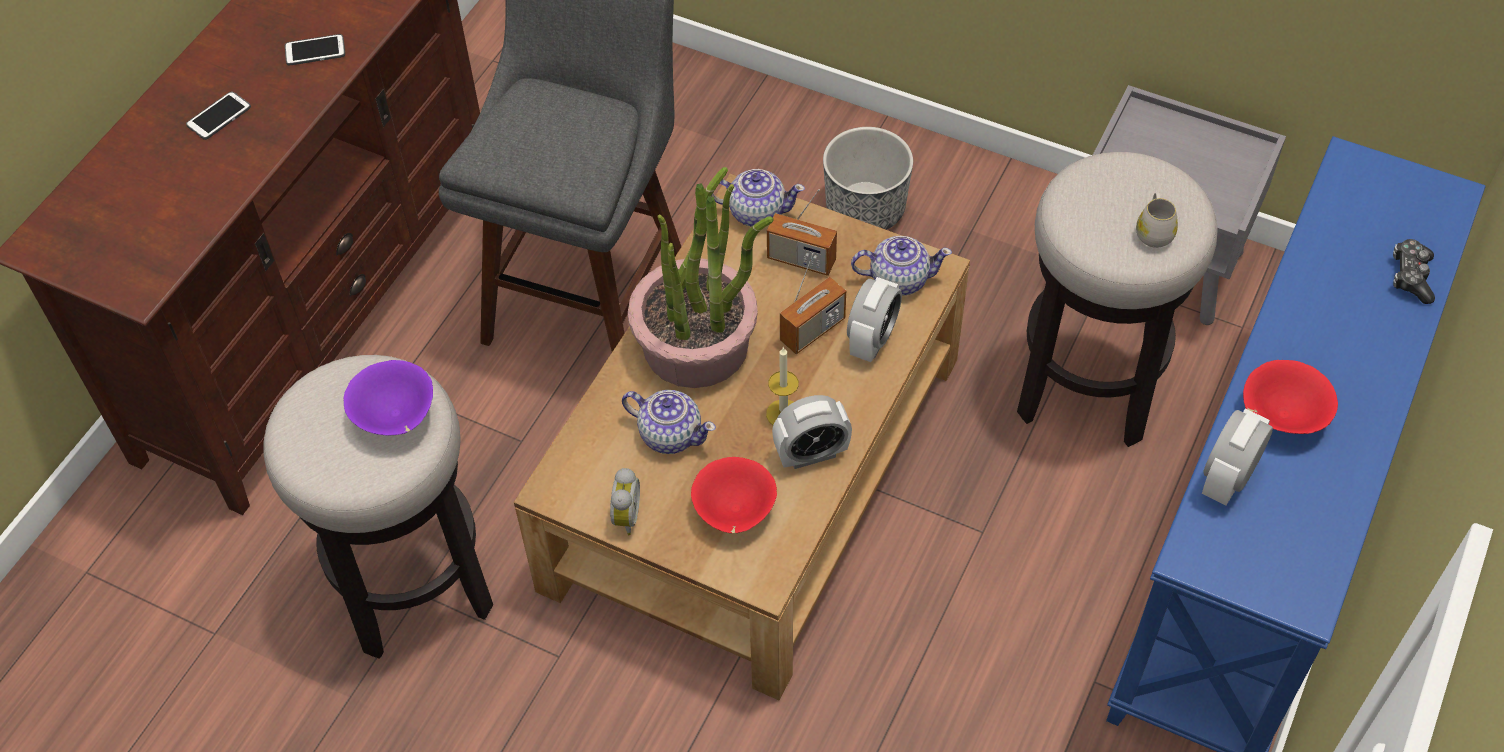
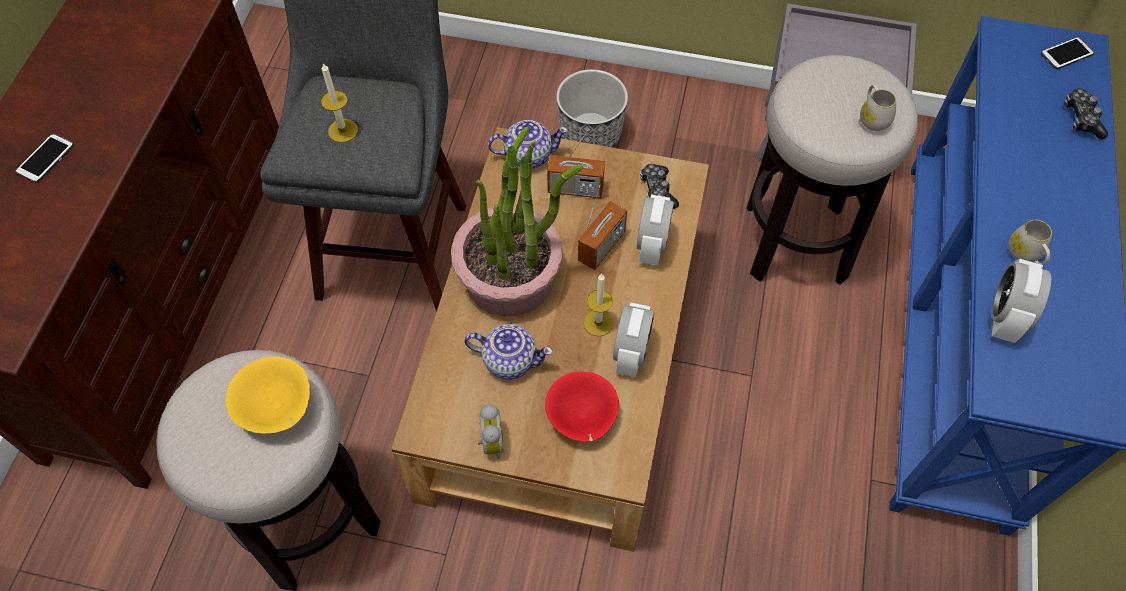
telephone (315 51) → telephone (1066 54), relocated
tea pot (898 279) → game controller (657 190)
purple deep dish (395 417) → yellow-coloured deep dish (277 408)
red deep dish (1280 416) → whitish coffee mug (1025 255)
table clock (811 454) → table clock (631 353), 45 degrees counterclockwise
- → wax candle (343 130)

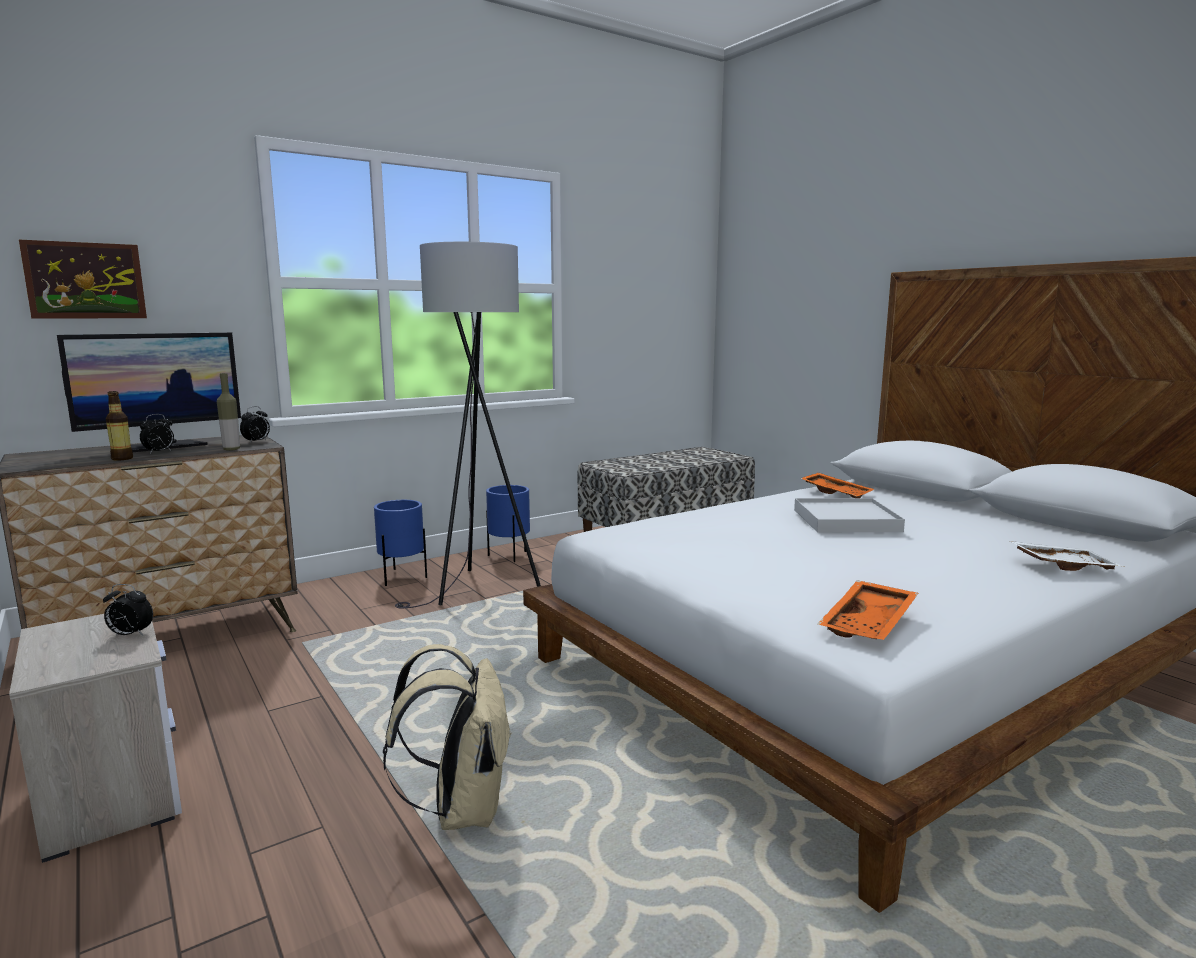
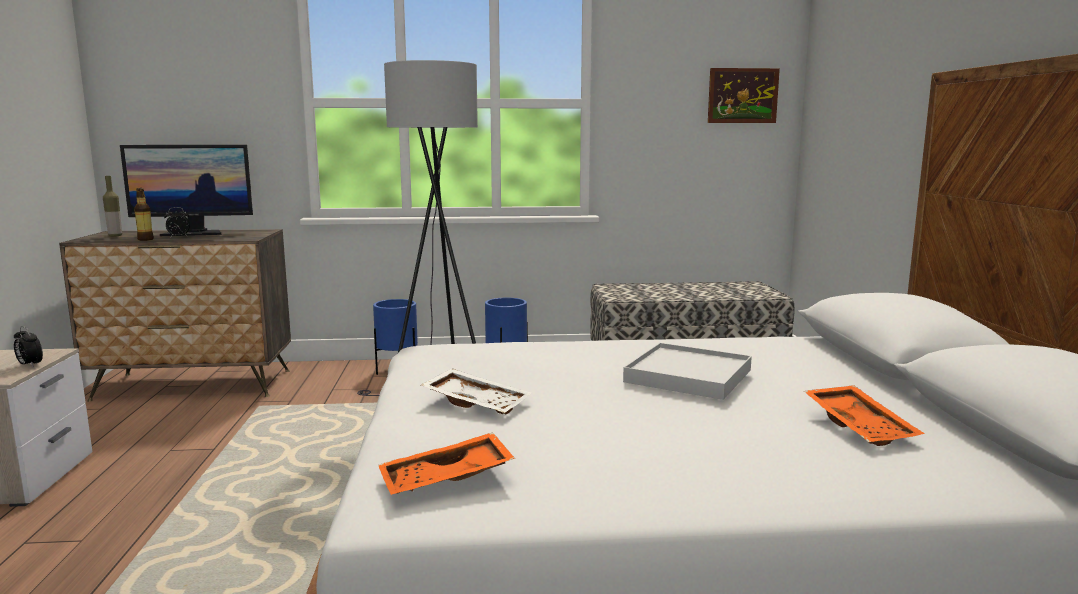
wall art (85 280) → wall art (742 95), relocated
bottle (231 449) → bottle (115 235), relocated
table clock (256 442) → -
orange-coloured tray (836 493) → orange-coloured tray (861 426), relocated
whitish tray (1062 565) → whitish tray (477 402), relocated
beige rucksack (462 809) → -

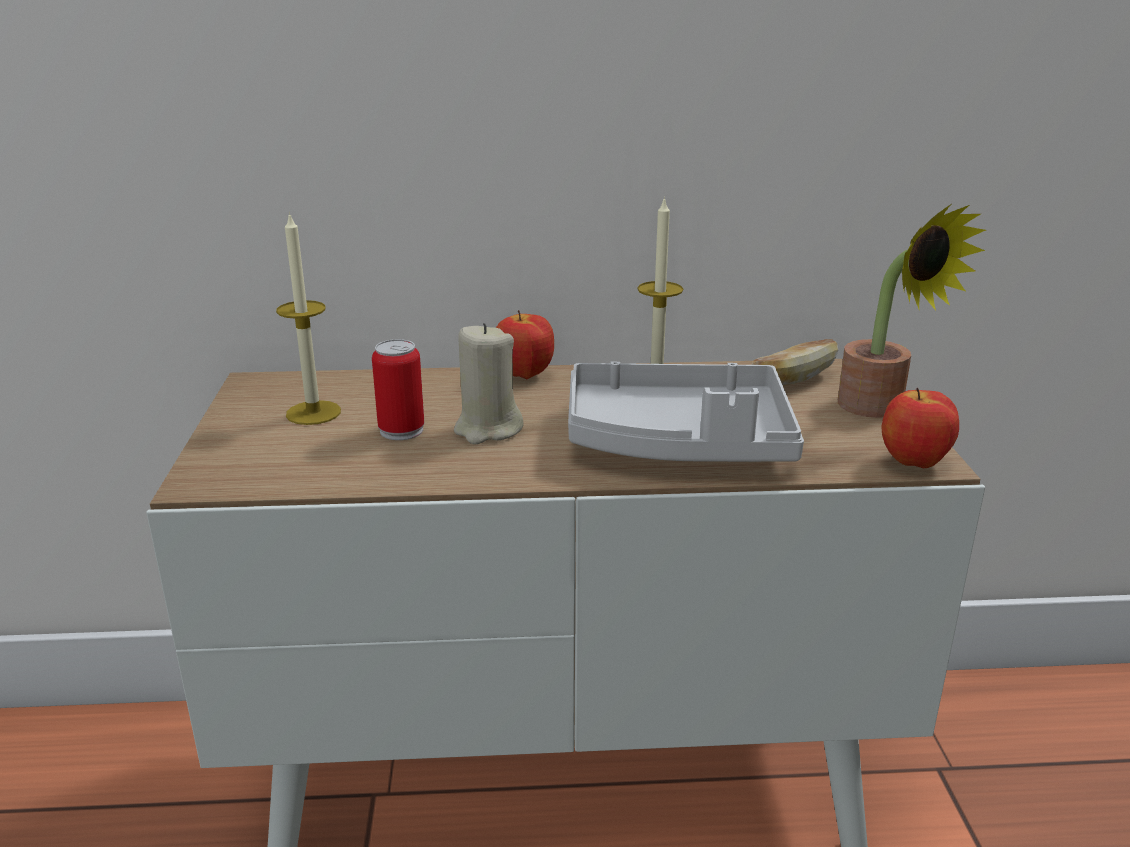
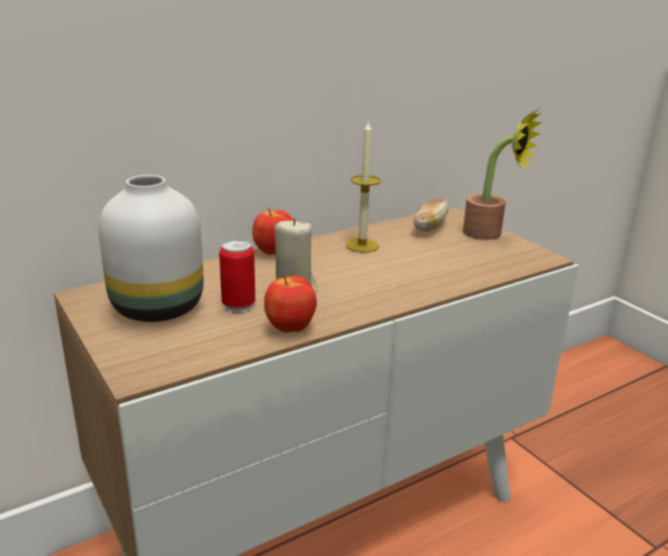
wax candle (313 413) → whitish decorative vase (160 307)
gray tray (679 442) → -
whole apple (913 463) → whole apple (290 329), relocated

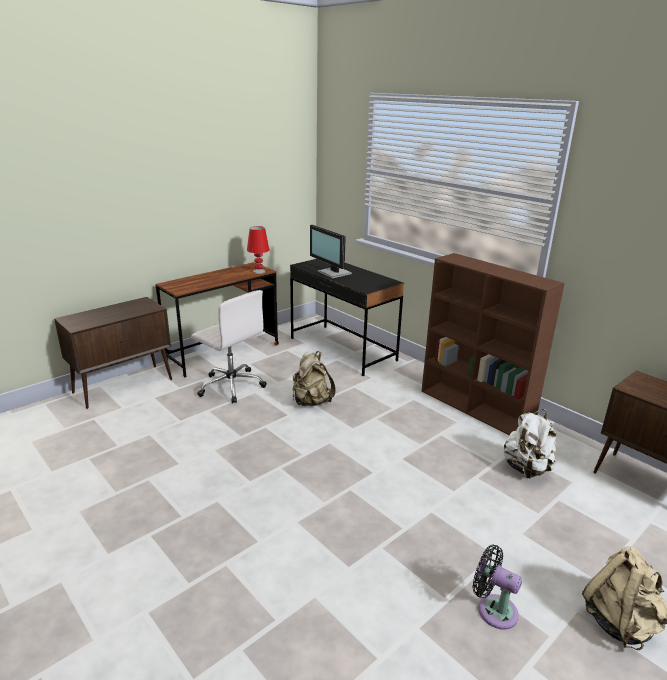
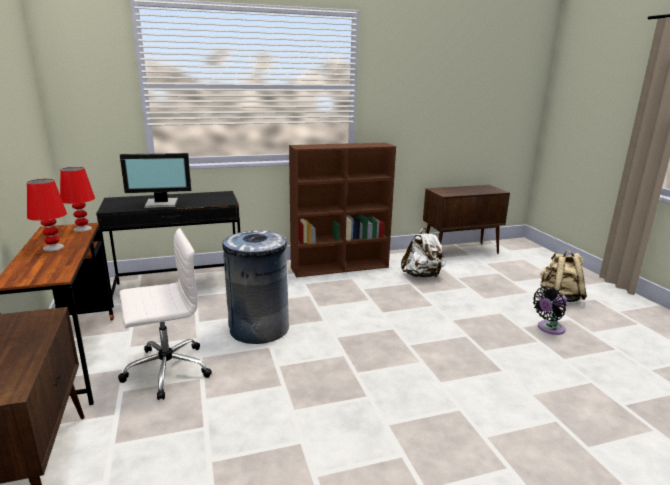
beige rucksack (311 402) → gray trash can (258 329)
- → red lamp for a table (53 248)

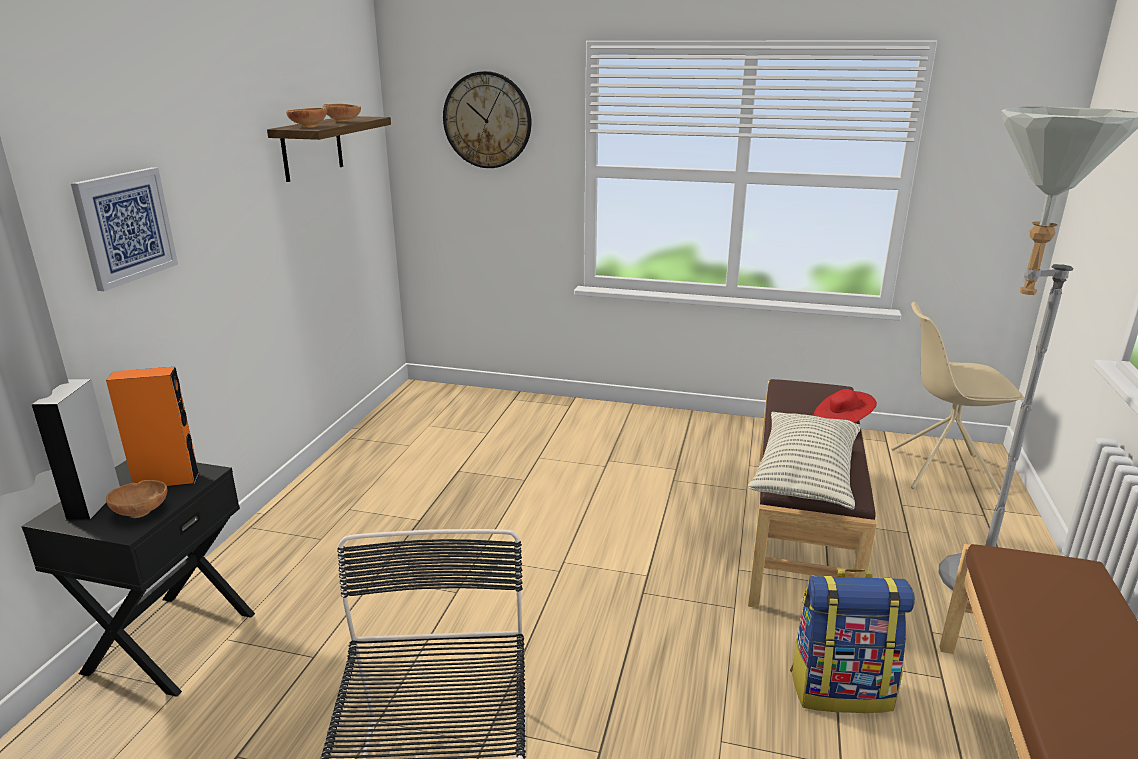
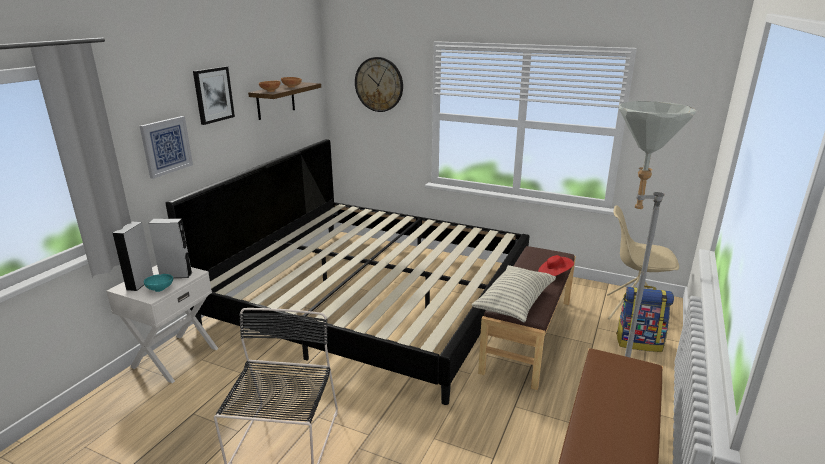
orange-coloured audio speaker (167 481) → gray audio speaker (176 275)
black-coloured nightstand (169 641) → whitish nightstand (174 357)
brown deep dish (142 511) → turquoise-coloured deep dish (161 289)
rucksack (841 689) → rucksack (639 342), relocated
- → wall art (213 95)
- → bed (372 297)

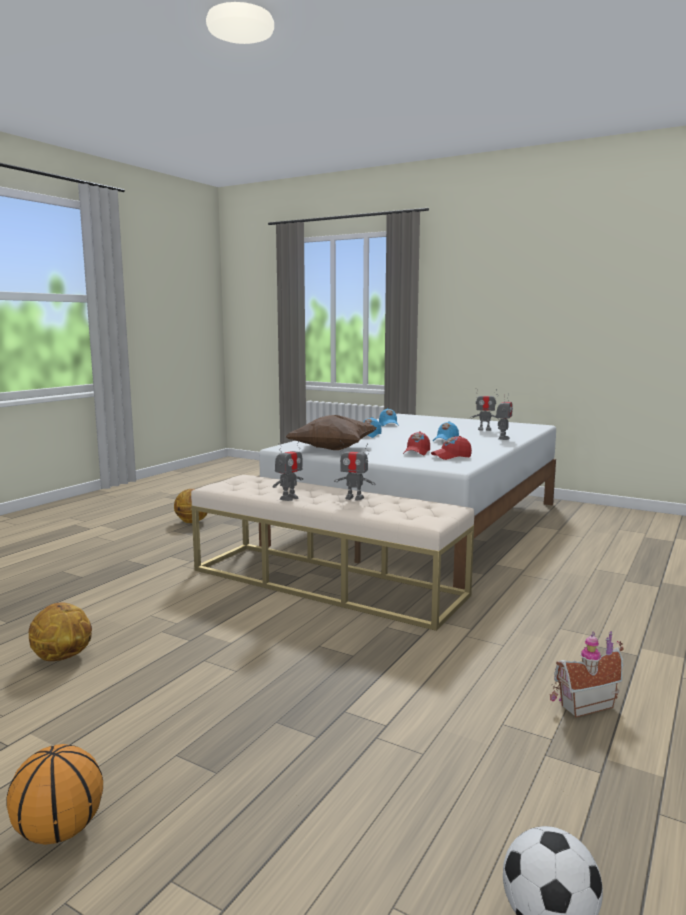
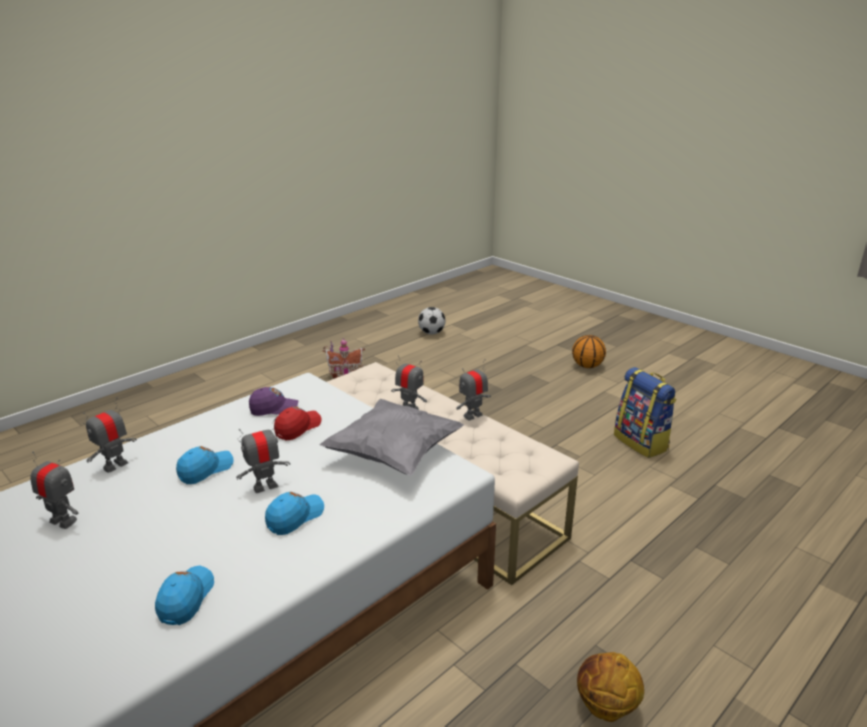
brown pillow (332 449) → gray pillow (394 455)
red baseball cap (451 457) → purple baseball cap (274 409)
ball for basketball (62 657) → rucksack (641 442)
- → toy robot (265 486)

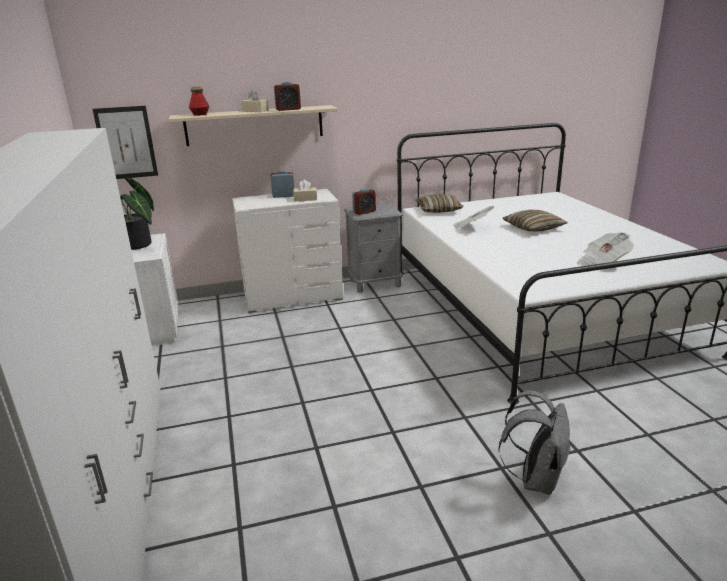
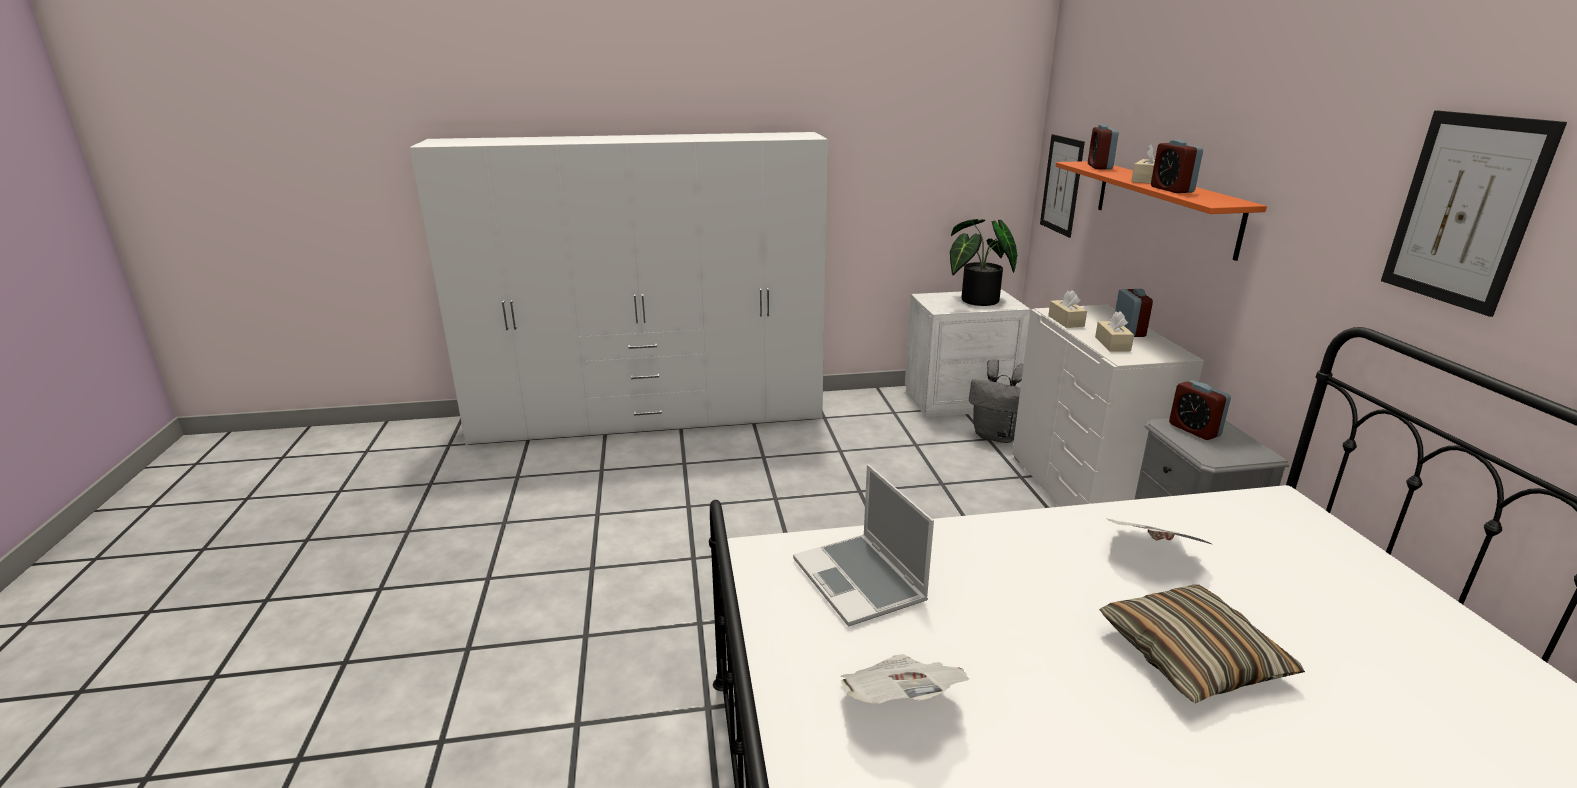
bottle (200 114) → table clock (1099 167)
beige shelf (254 125) → orange-coloured shelf (1164 206)
pillow (438 210) → -
gray rucksack (535 479) → gray rucksack (998 436), relocated
- → wall art (1464 210)
- → beige tissue box (1066 321)
- → laptop (861 581)

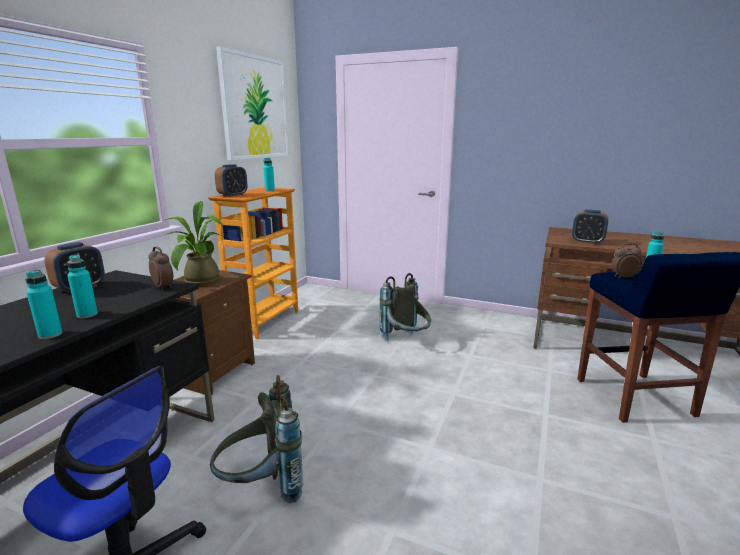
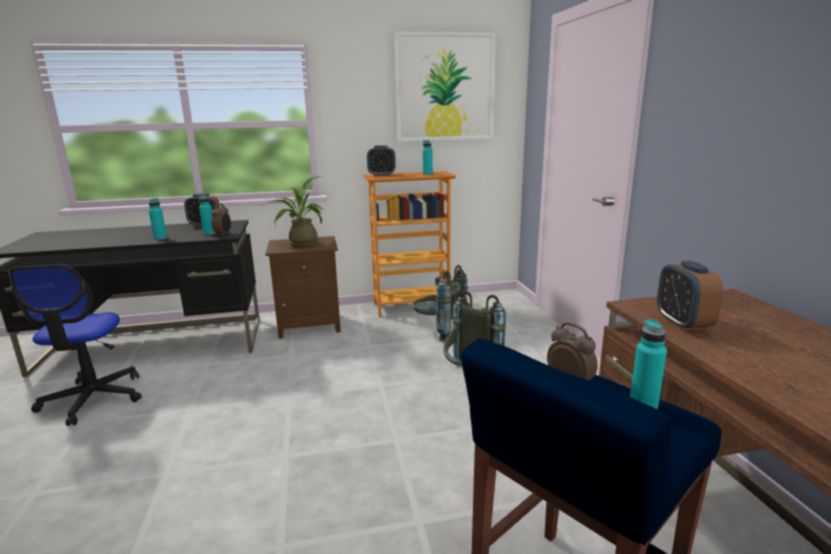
turquoise-coloured bottle (50 335) → turquoise-coloured bottle (209 233), relocated
gray rucksack (262 488) → gray rucksack (438 331), relocated

